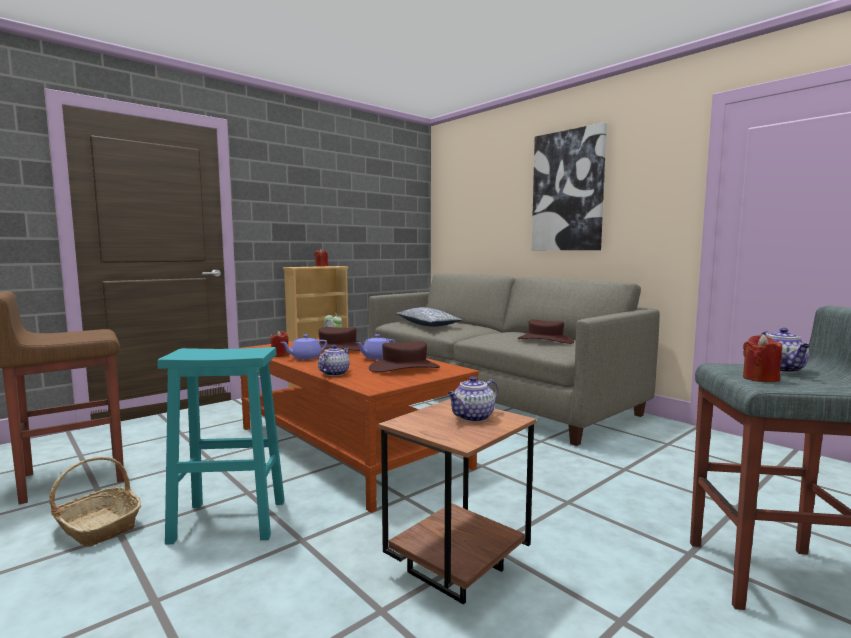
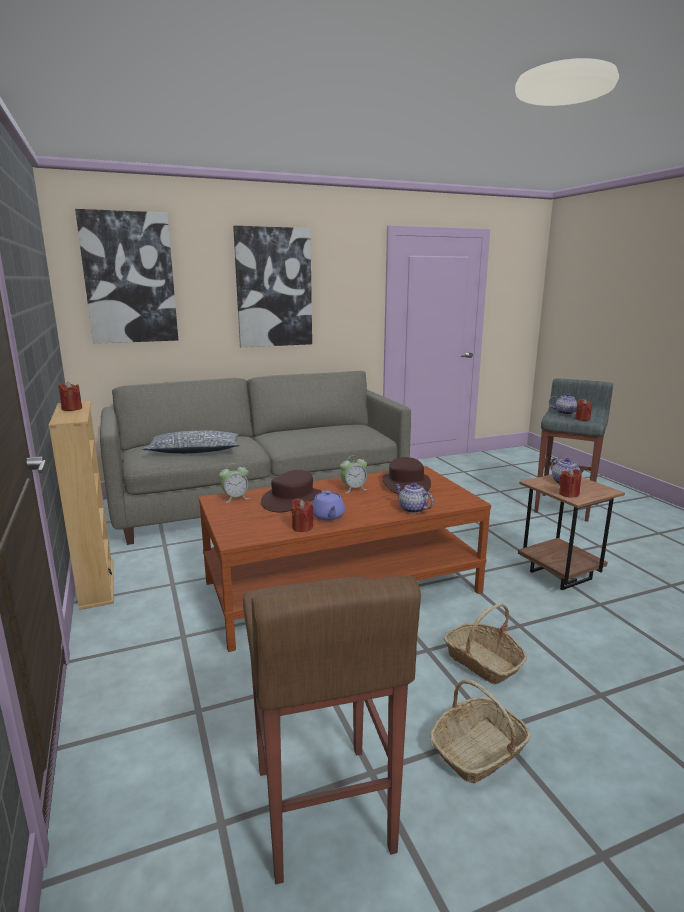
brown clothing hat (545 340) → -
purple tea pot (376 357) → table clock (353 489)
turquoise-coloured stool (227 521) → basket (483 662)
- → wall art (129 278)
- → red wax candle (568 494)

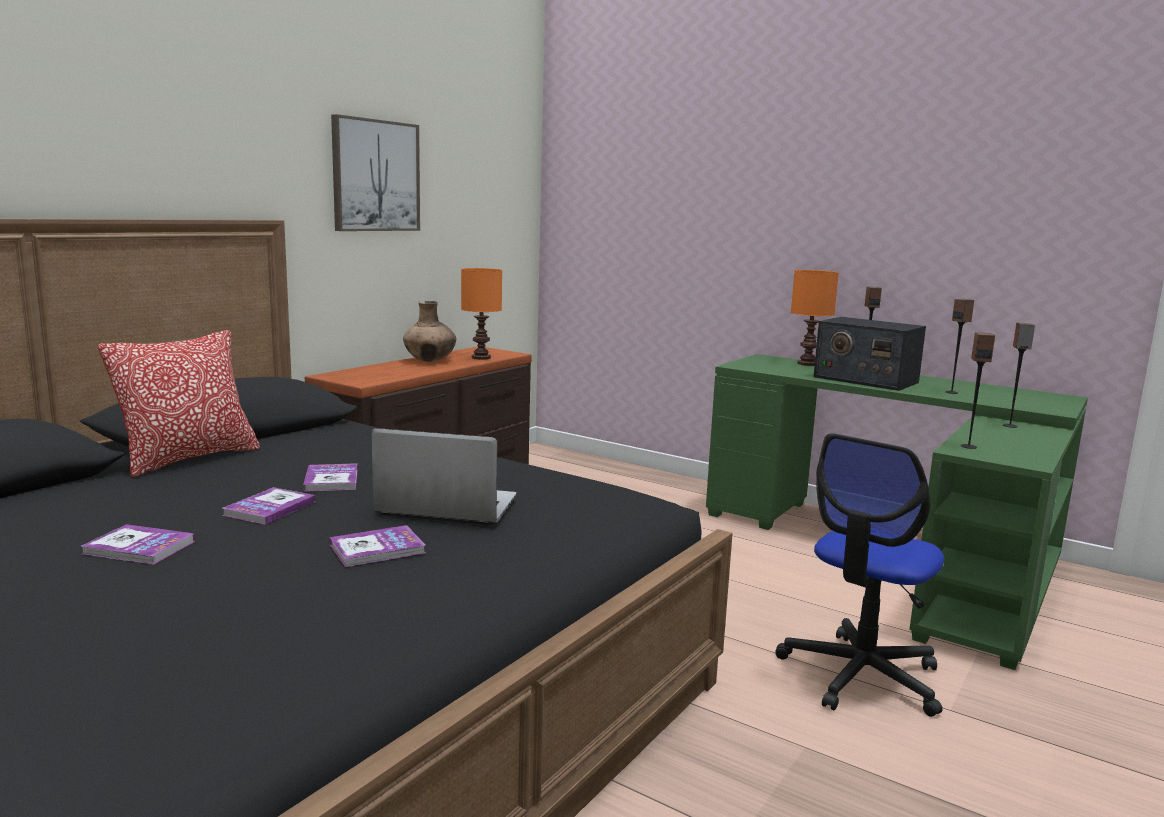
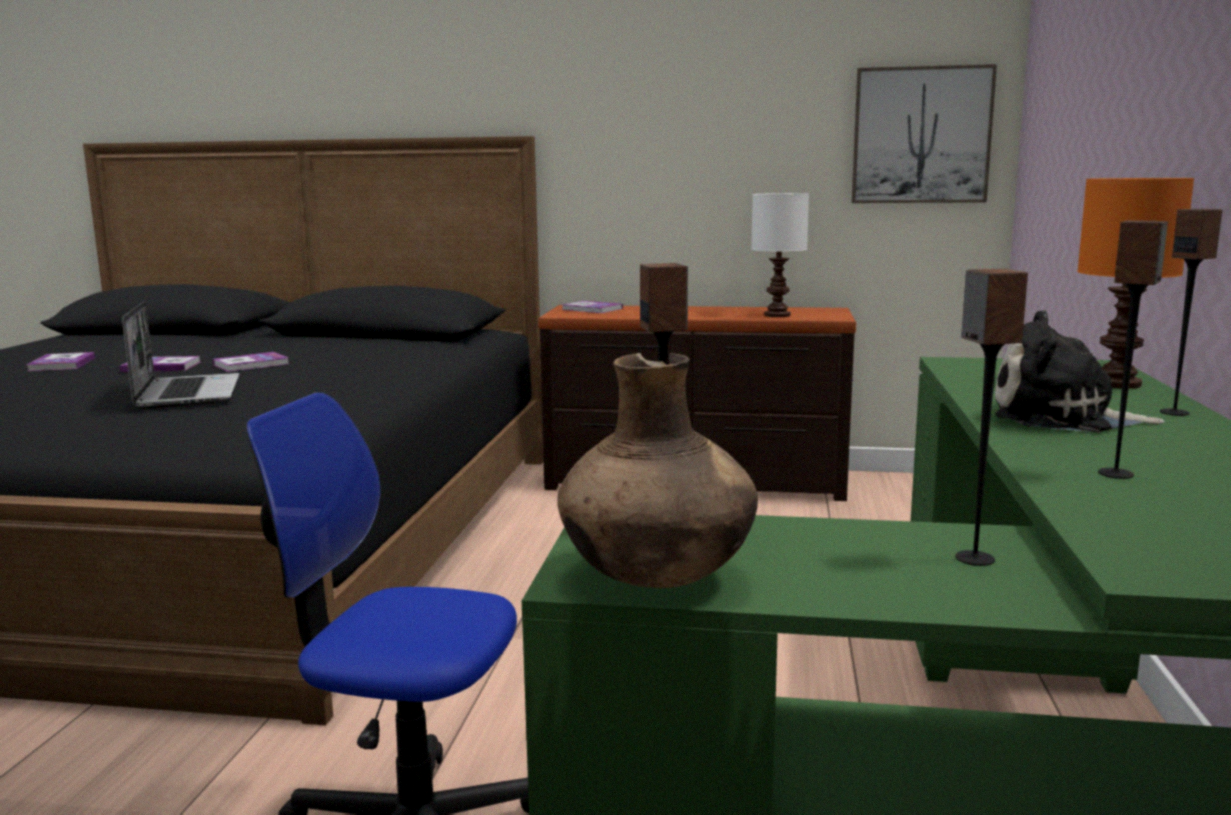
wall art (375 176) → wall art (921 135), relocated
orange-coloured lamp for a table (482 357) → whitish lamp for a table (777 315)
brown decorative vase (430 361) → brown decorative vase (658 579), relocated
radio (865 379) → soft toy (1061 418)
pillow (189 458) → -
book (377 548) → book (592 309), relocated

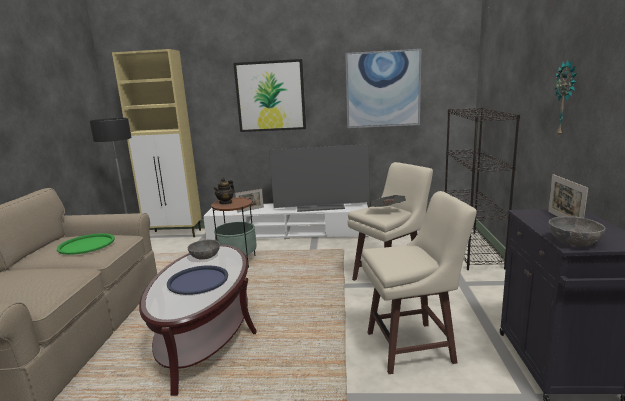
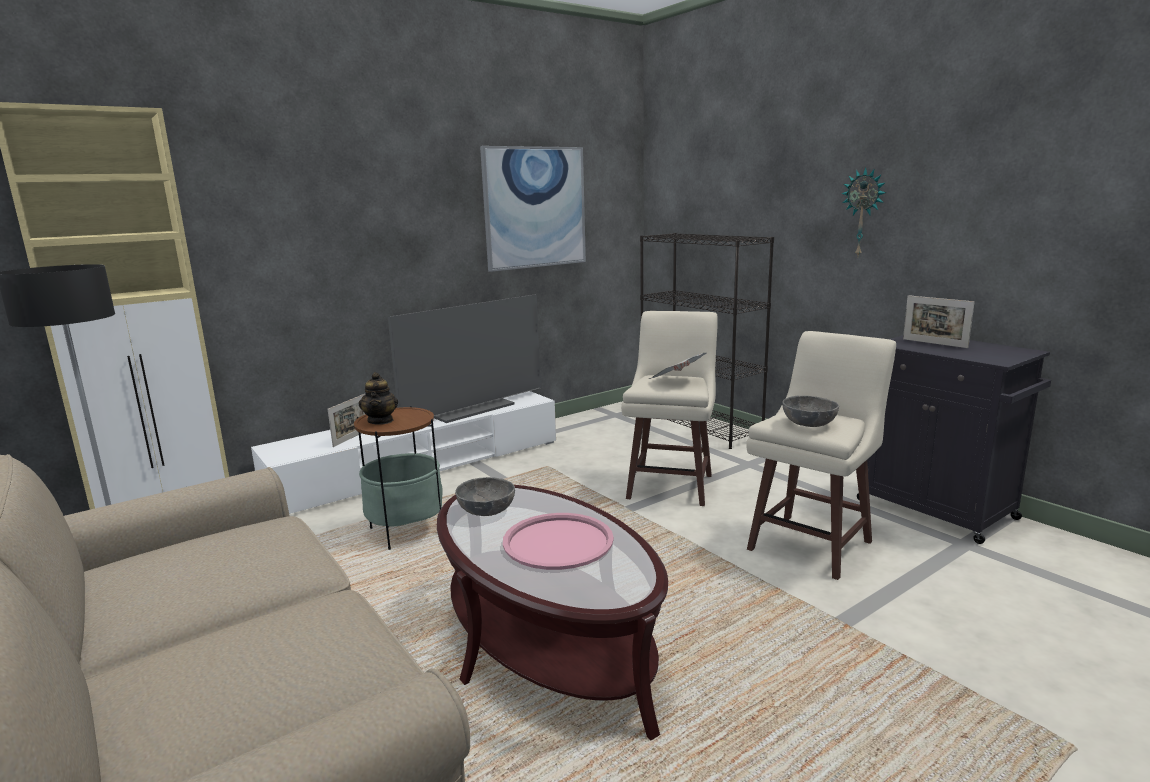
wall art (270 96) → -
gray deep dish (573 242) → gray deep dish (809 424), relocated
greenish tray (86 244) → -
blue-coloured tray (198 281) → pink tray (558 542)

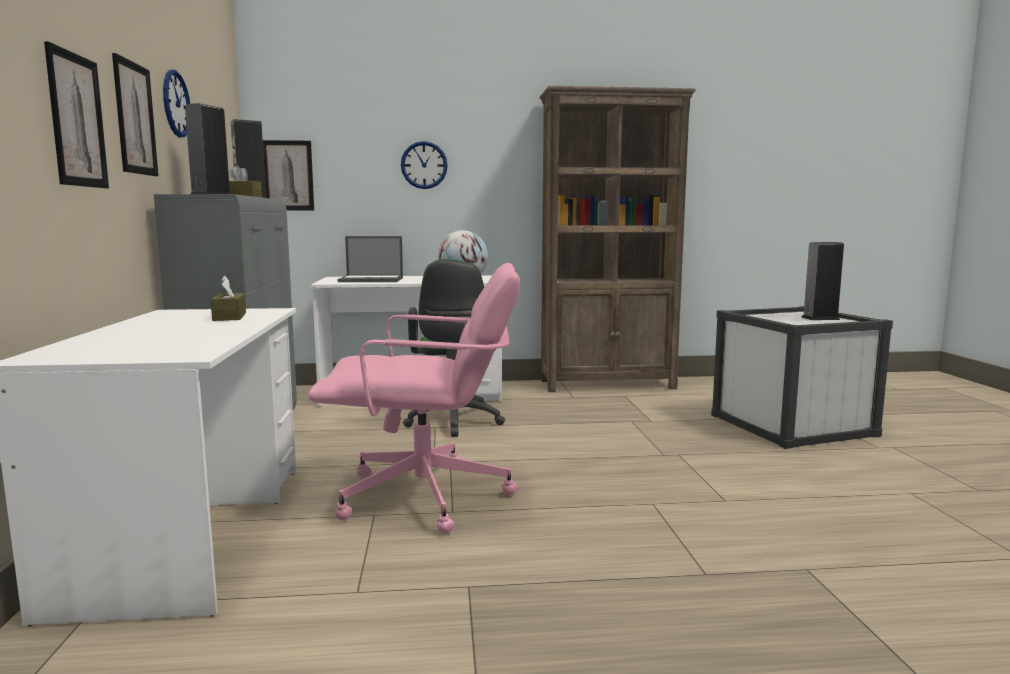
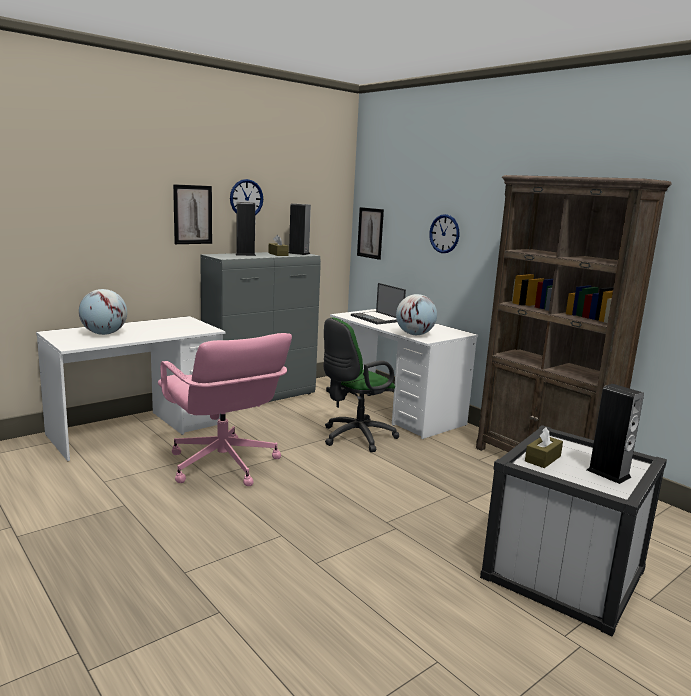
wall art (77 120) → -
brown tissue box (229 317) → brown tissue box (542 459), relocated
- → world globe (104 334)

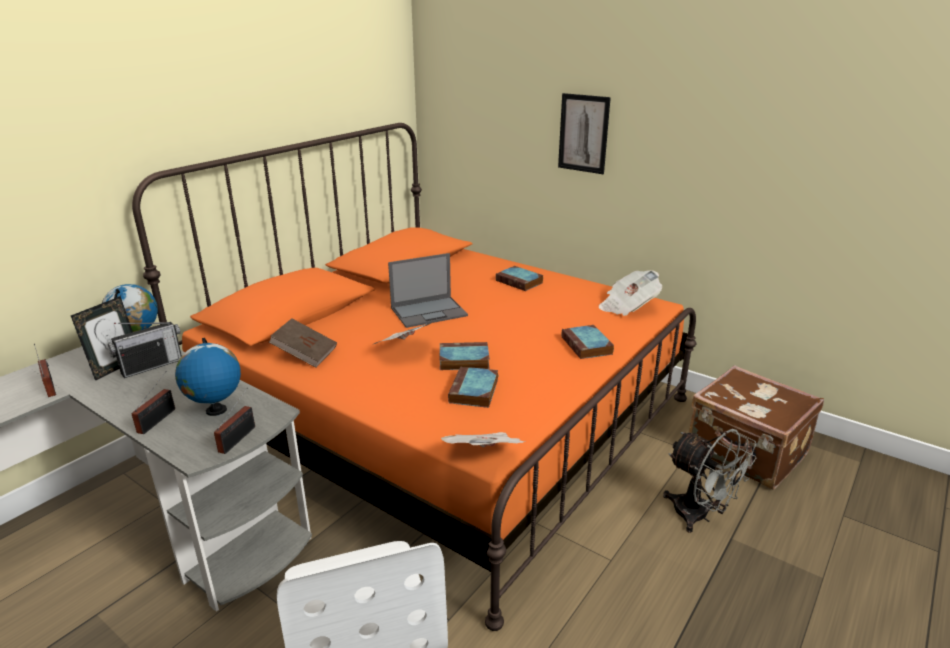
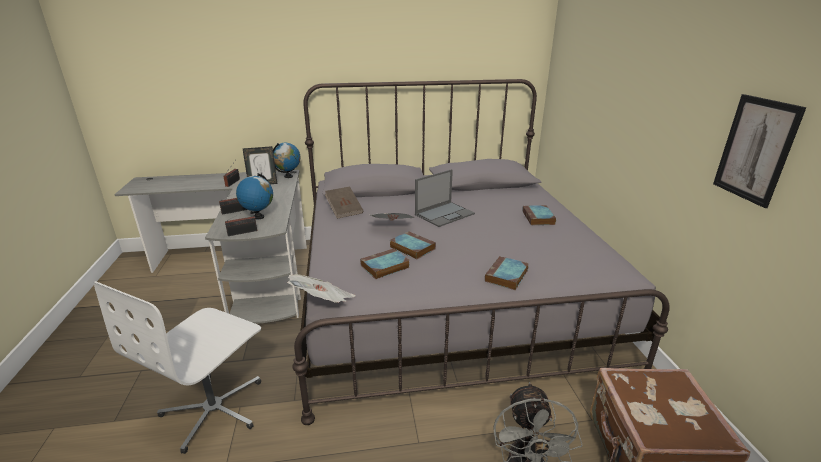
wall art (583 133) → wall art (755 150), relocated
orange-coloured bed (445 417) → gray bed (445 296)
laptop (429 312) → laptop (445 214), 60 degrees counterclockwise
printed paper (627 307) → -
radio (151 366) → -

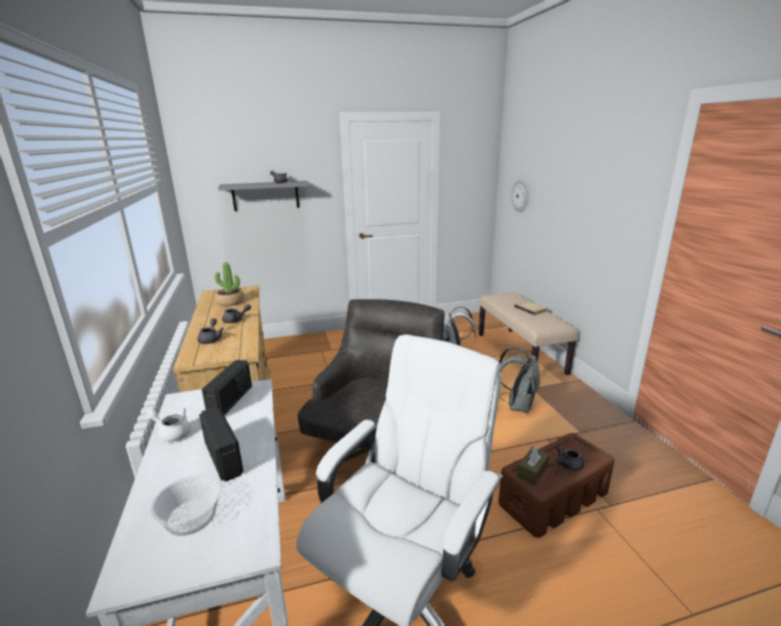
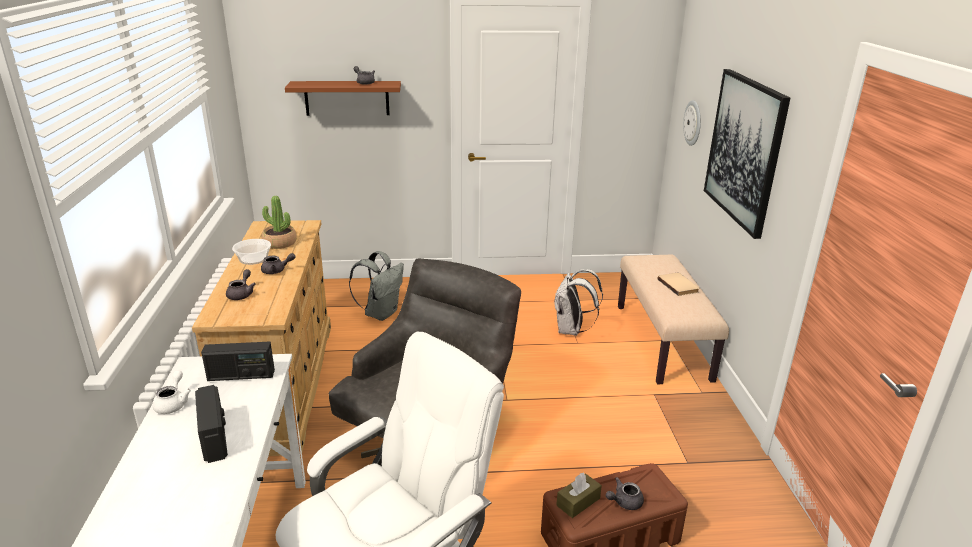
gray shelf (265 196) → brown shelf (347 98)
gray rucksack (517 405) → gray rucksack (381 313), relocated
radio (231 401) → radio (241 375), 60 degrees clockwise
whitish tea pot (172 433) → whitish tea pot (173 403), 60 degrees clockwise
deep dish (190 516) → deep dish (253 258), relocated
- → wall art (744 150)

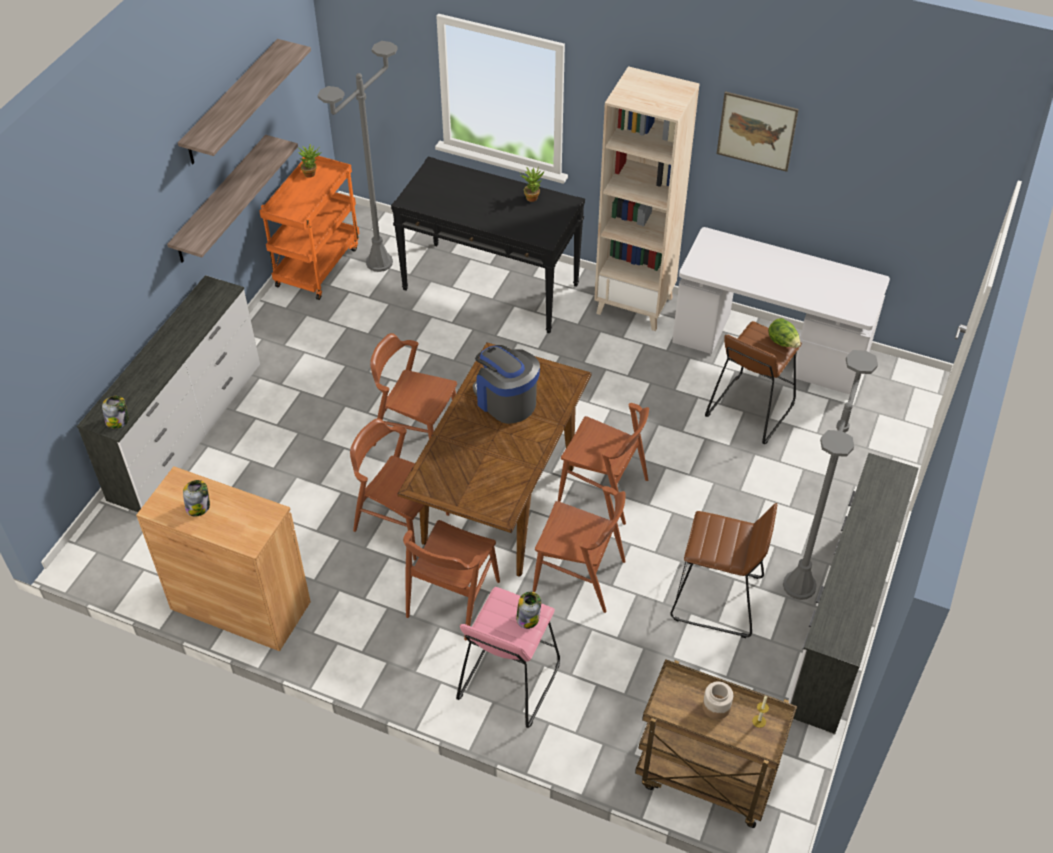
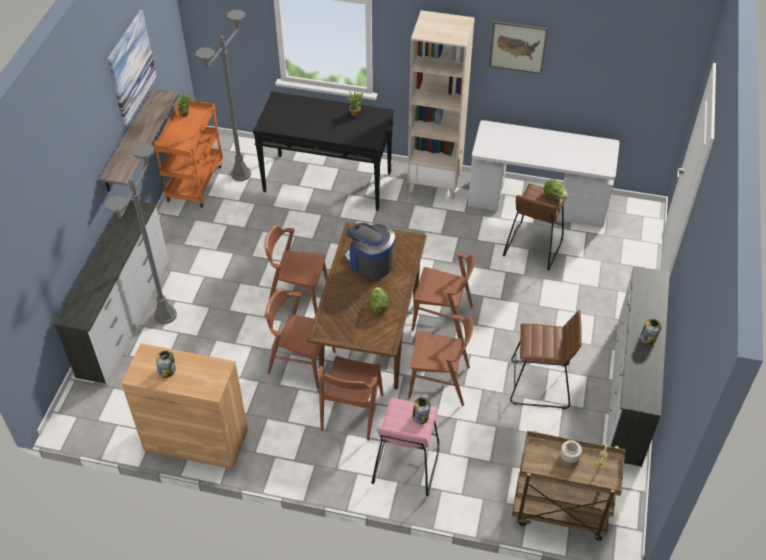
shelf (232 103) → wall art (131 67)
gray standing lamp (799 585) → gray standing lamp (165 315), relocated
jar (118 421) → jar (648 338), relocated
- → lettuce (378 306)

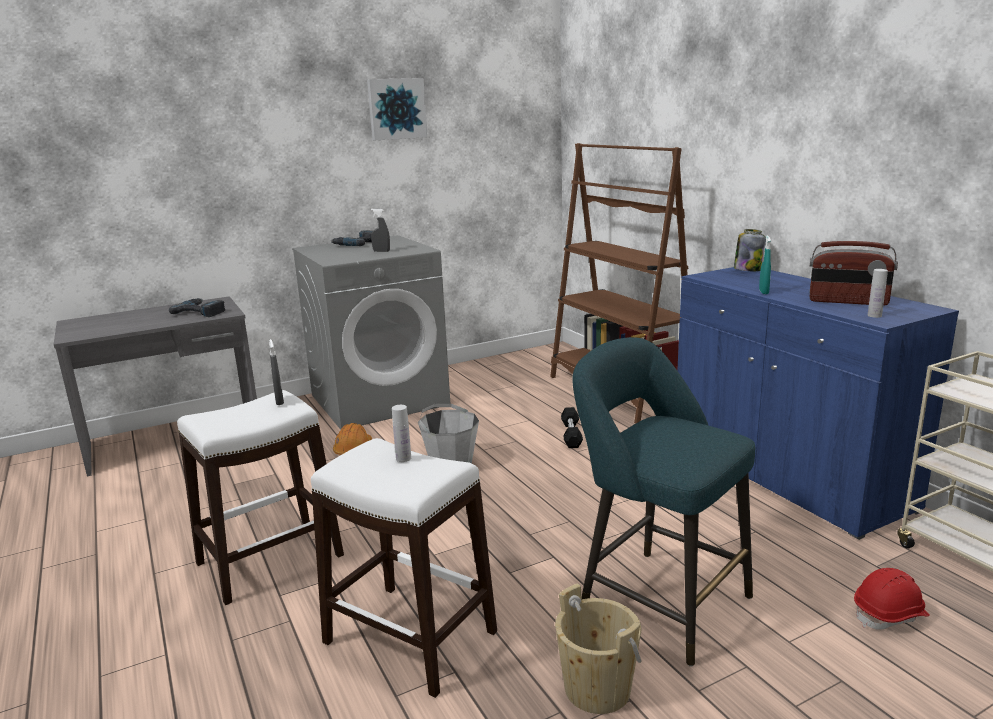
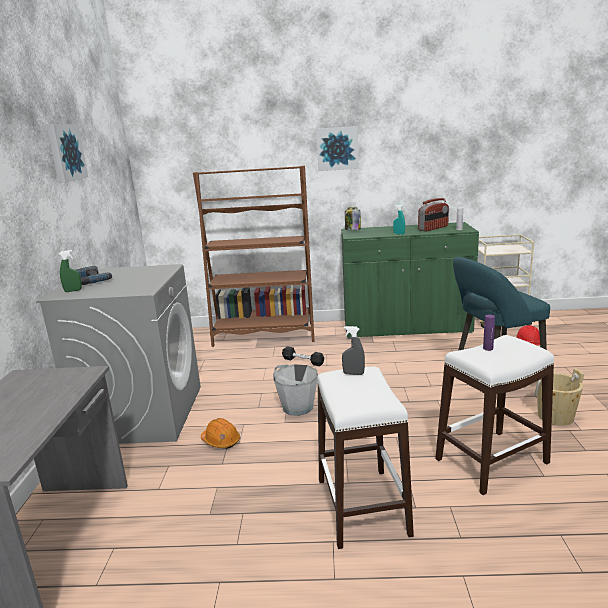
gray hand sprayer (381 251) → -
blue-coloured storage cabinet (785 474) → greenish storage cabinet (406 327)
drill (202 312) → -
whitish bottle (403 458) → purple bottle (488 348)
- → wall art (337 148)
- → greenish hand sprayer (73 291)

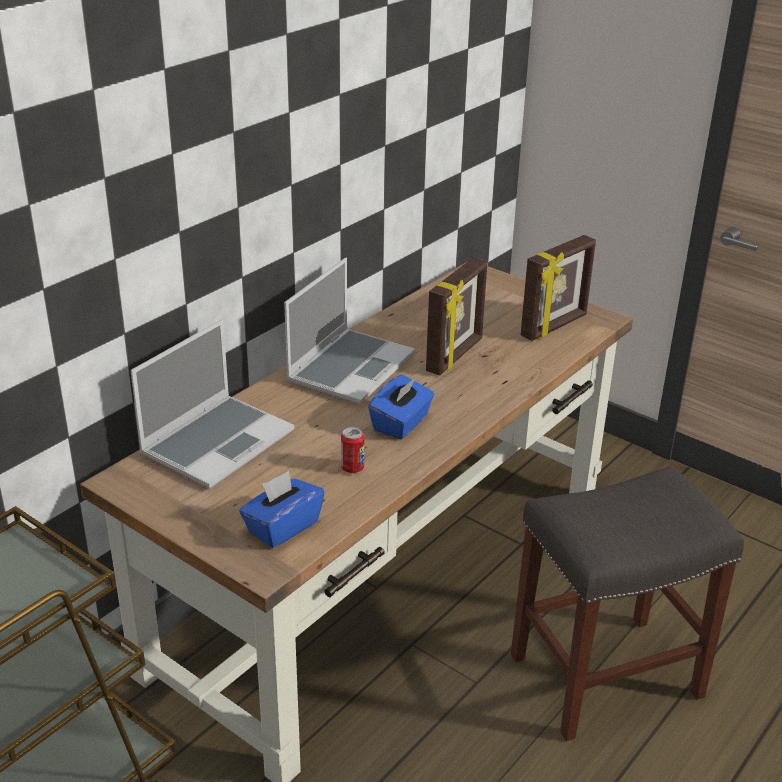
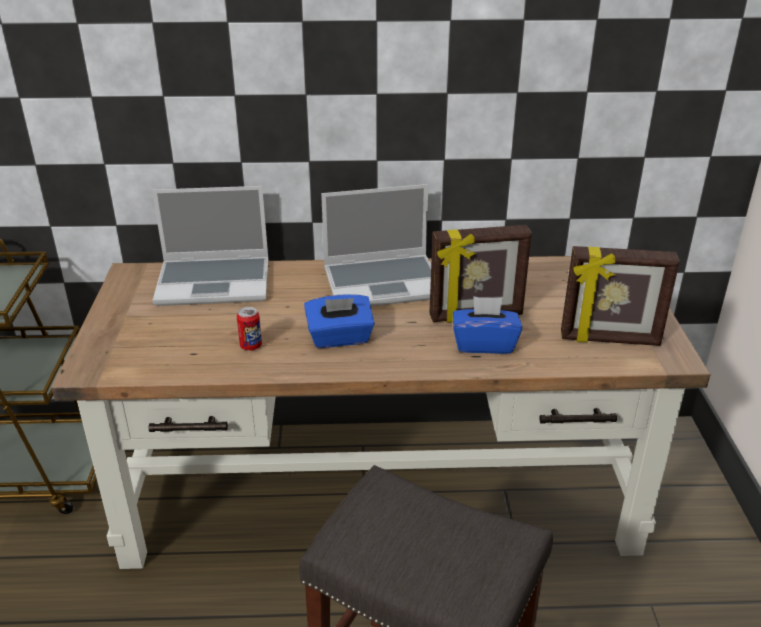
blue-coloured tissue box (282 527) → blue-coloured tissue box (484 344), relocated

